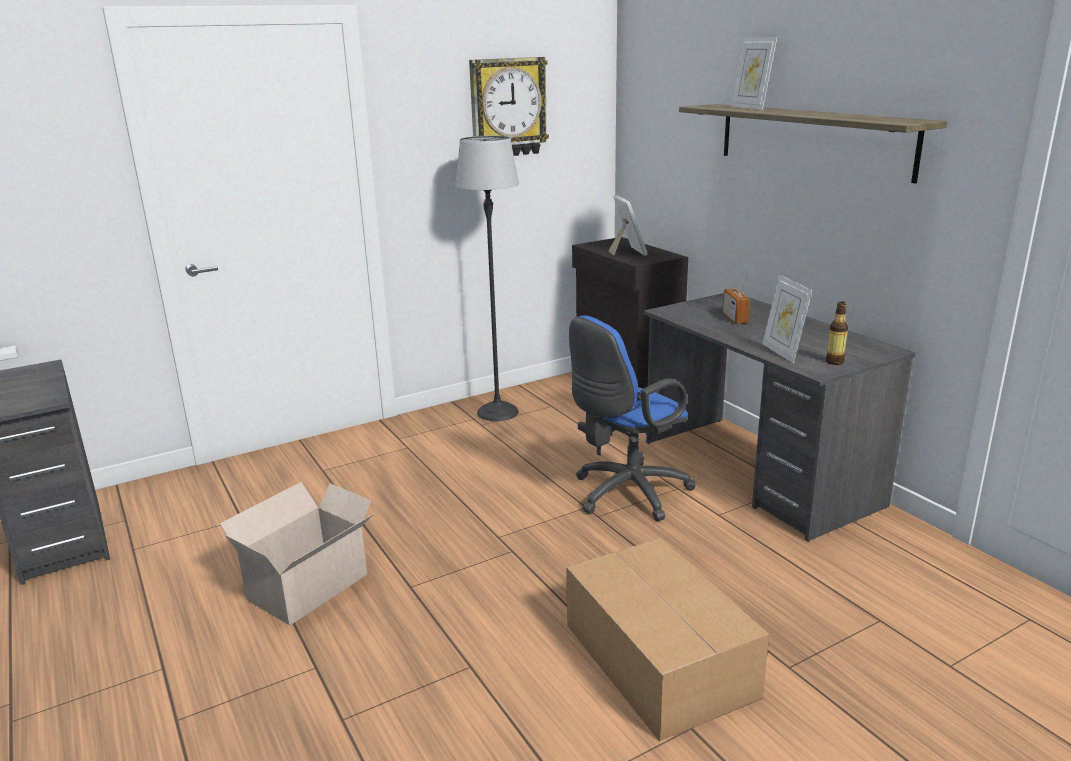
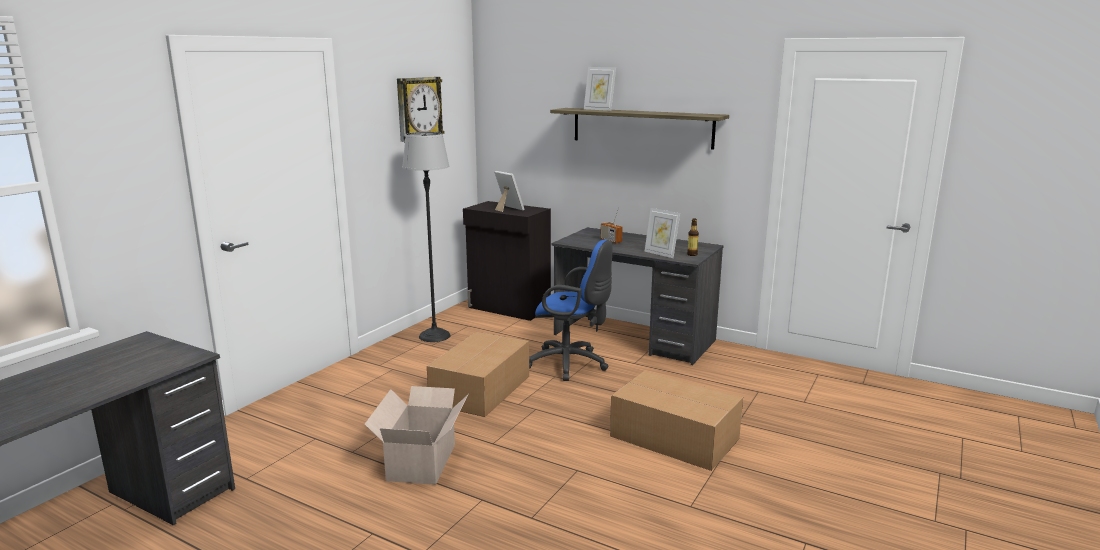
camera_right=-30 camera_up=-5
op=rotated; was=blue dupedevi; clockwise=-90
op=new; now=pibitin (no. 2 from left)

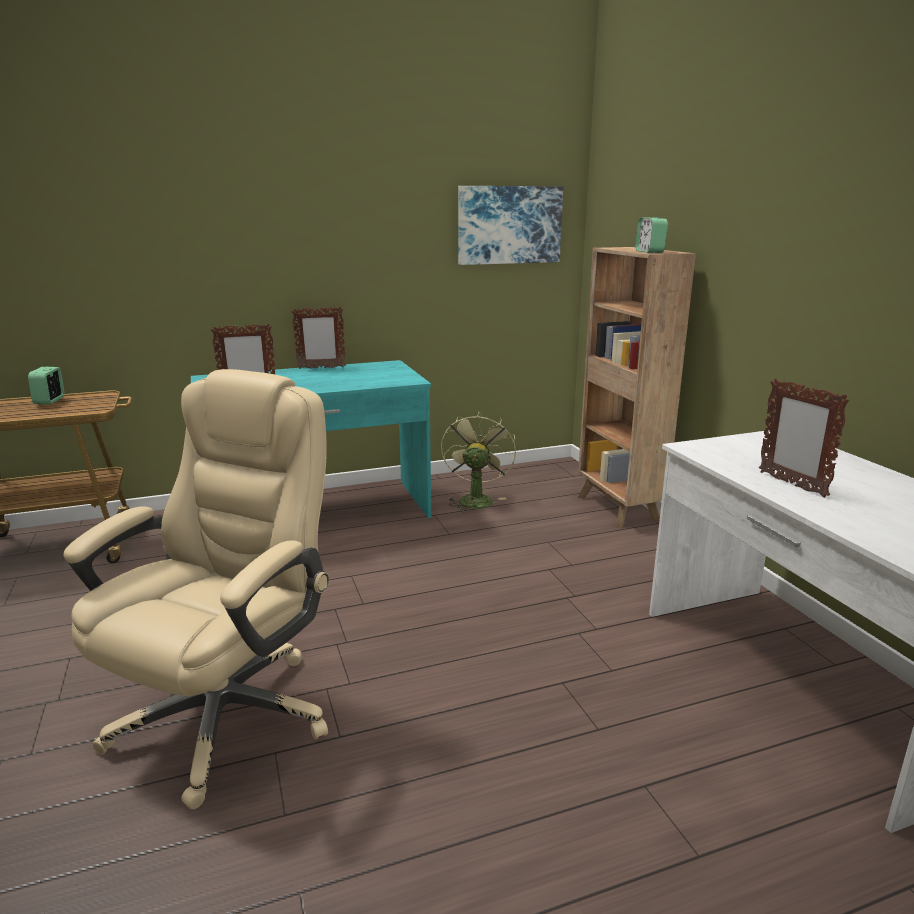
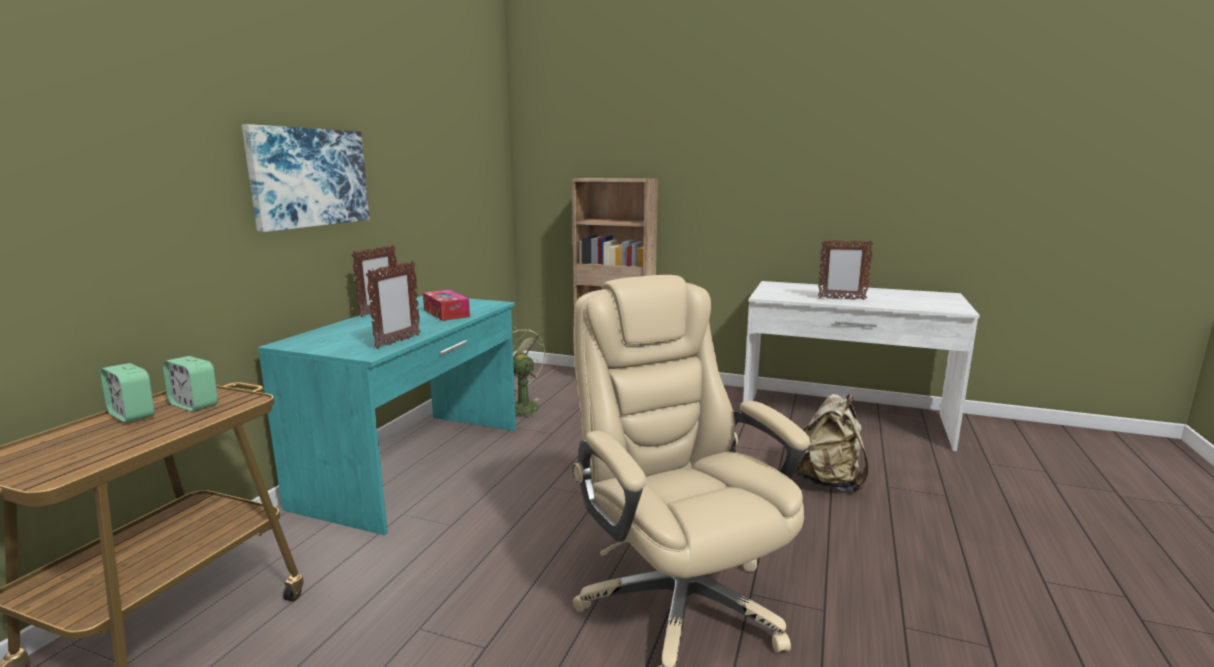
camera_right=-50 camera_up=-5
op=shifted; was=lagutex
op=shifted; was=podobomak (no. 2 from left)
op=new; now=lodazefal
op=new; now=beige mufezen

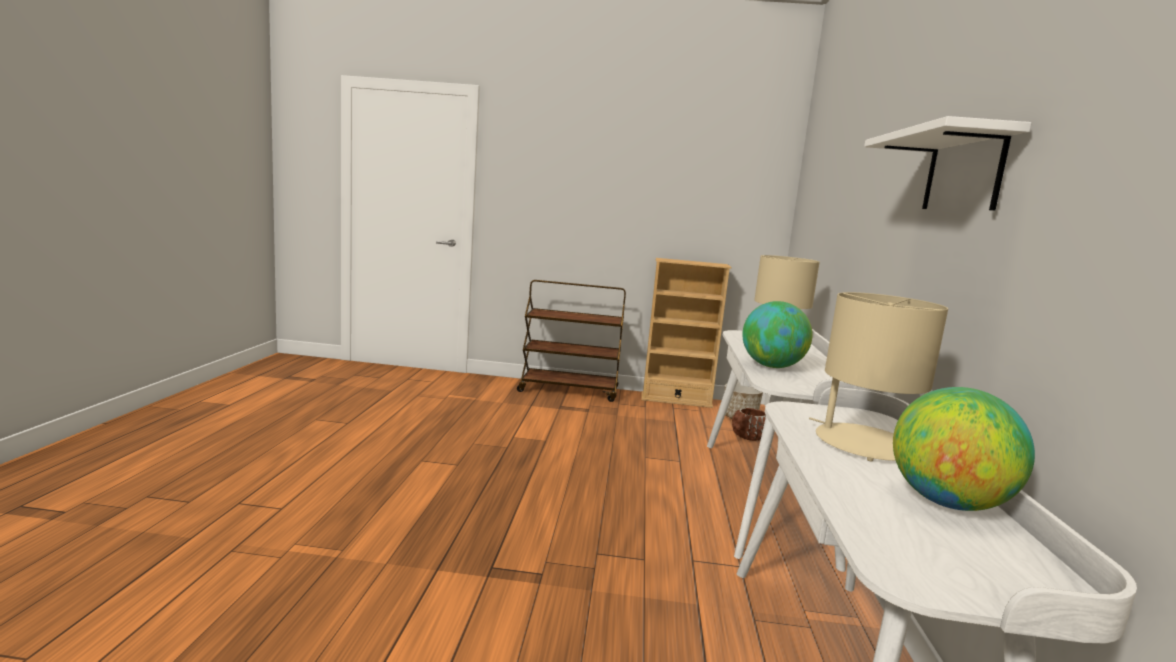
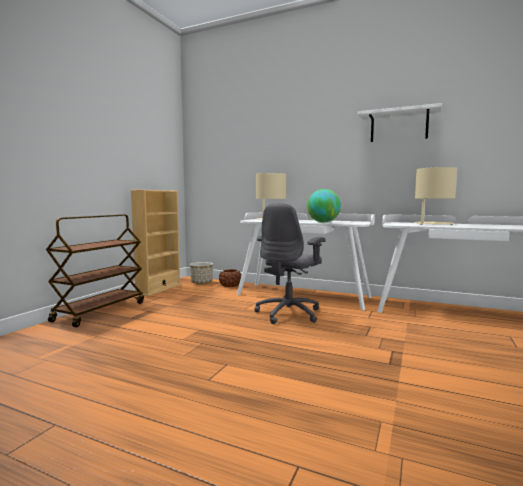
camera_right=-70 camera_up=-5
op=gone; was=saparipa (no. 2 from left)
op=new; now=grey dupedevi

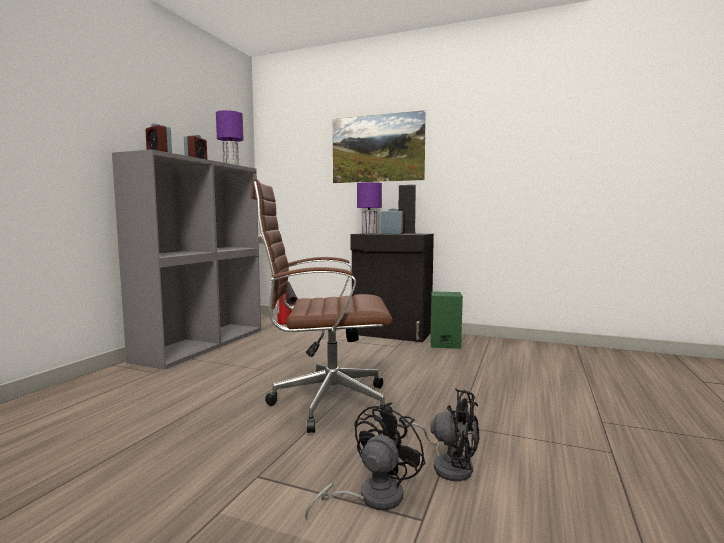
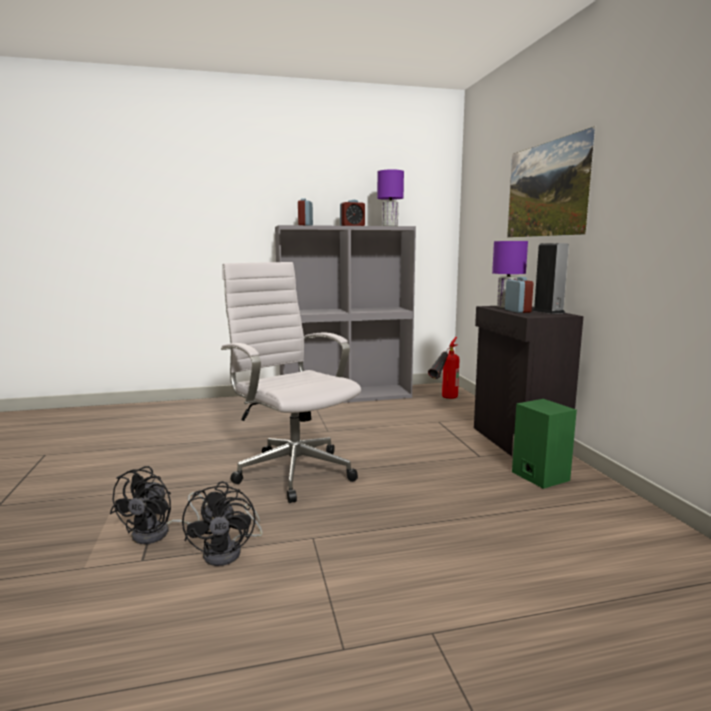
camera_right=55 camera_up=5
op=repainted; was=brown dupedevi; now=white dupedevi
op=rotated; was=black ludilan (no. 1 from left); clockwise=105

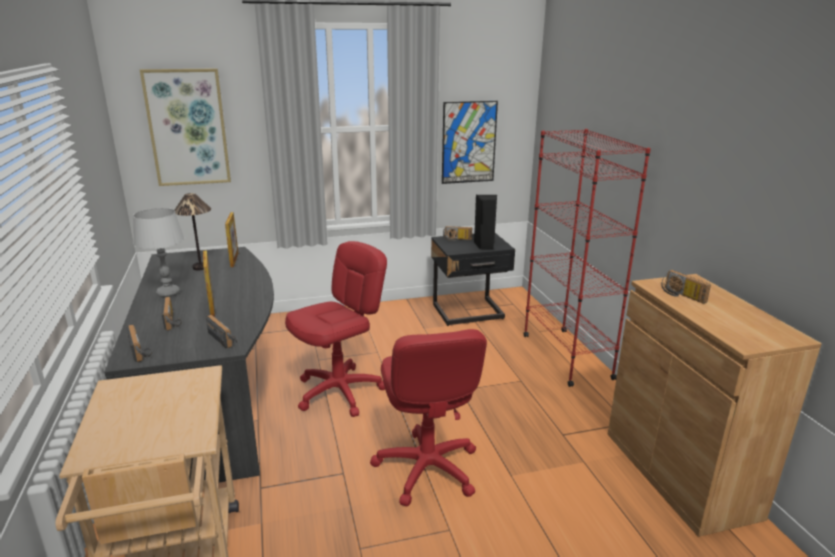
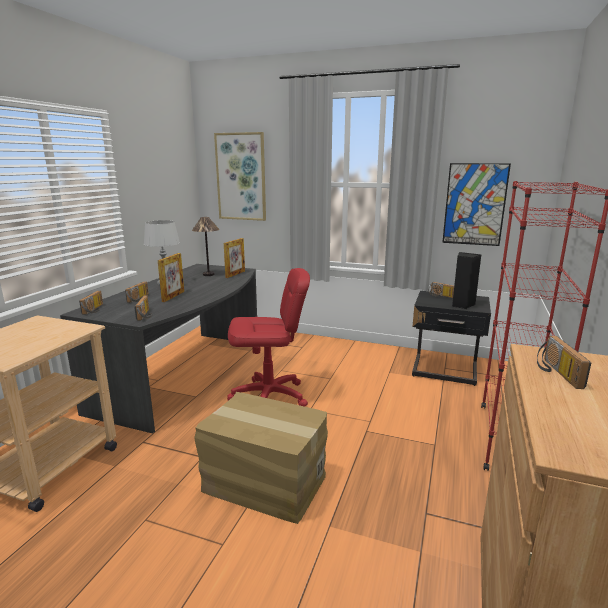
camera_right=35 camera_up=-5
op=swapped; was=red dupedevi (no. 2 from left); now=pibitin

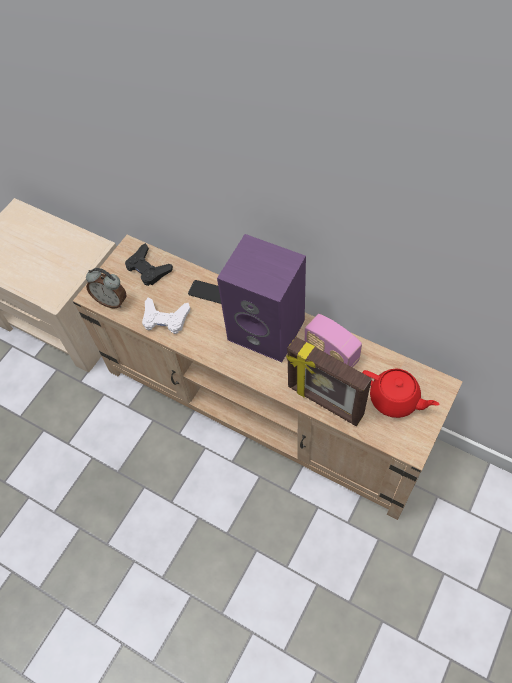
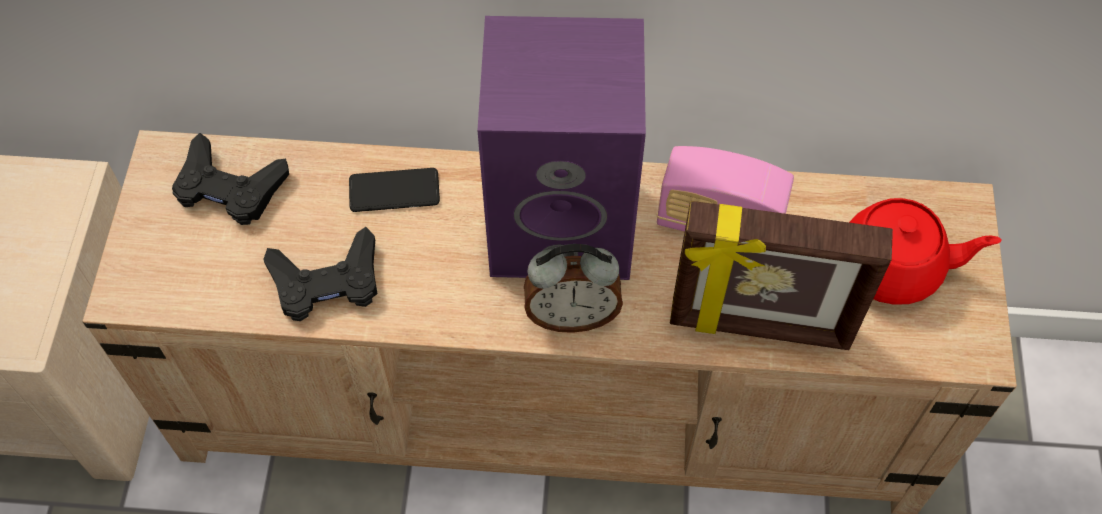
camera_right=-30 camera_up=0
op=shifted; was=podobomak
op=repainted; was=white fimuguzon; now=black fimuguzon (no. 2 from left)

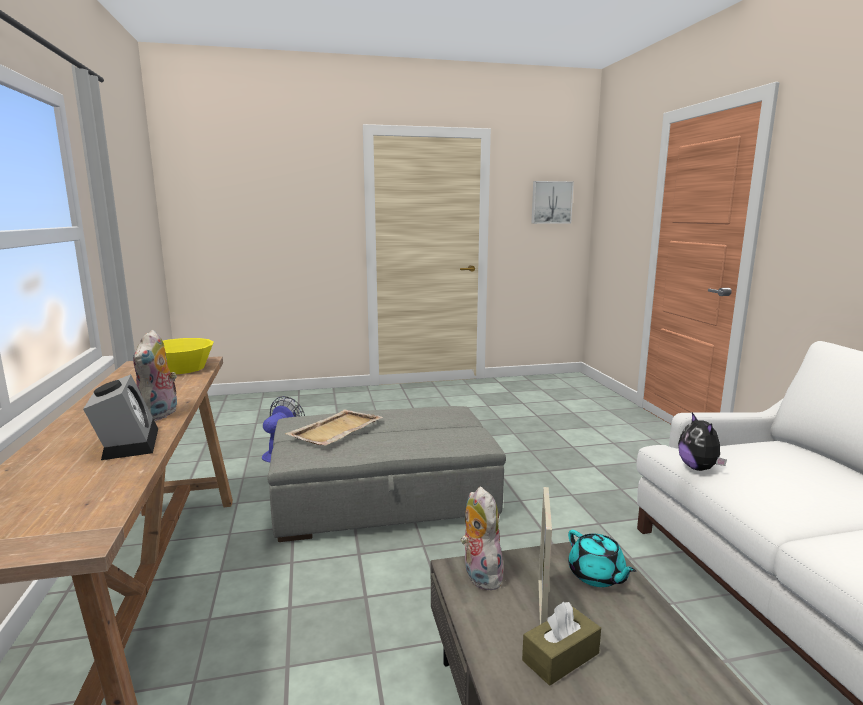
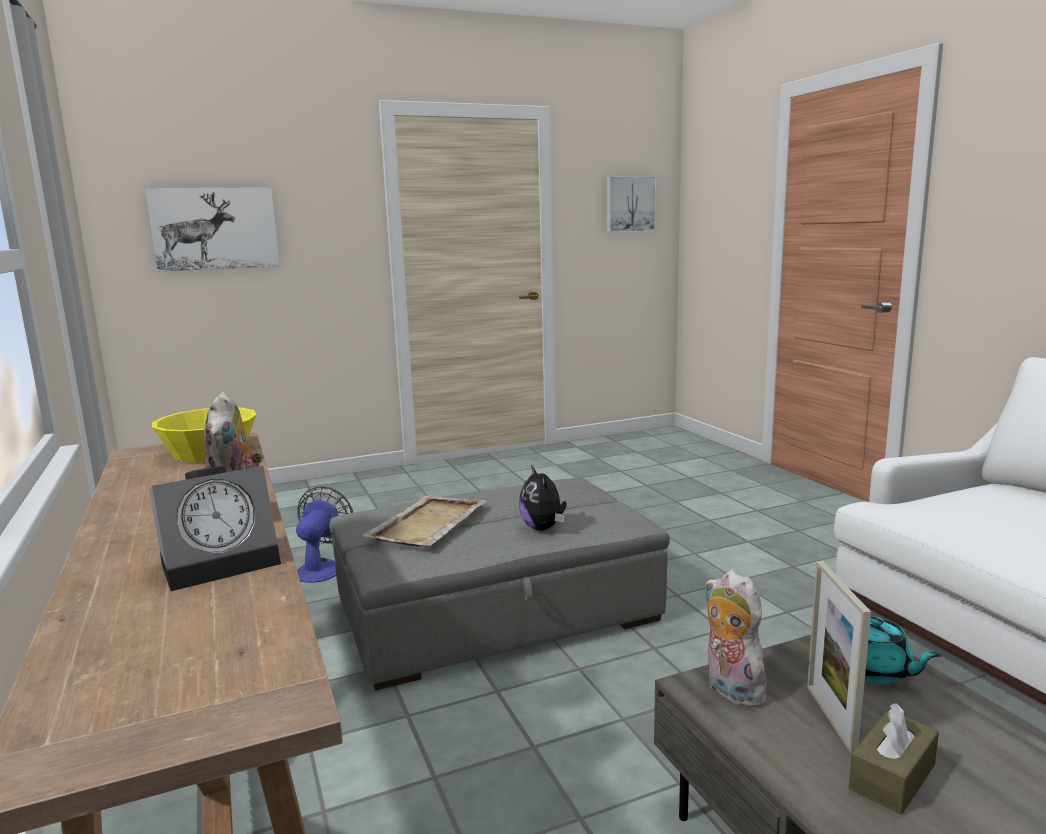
camera_right=-10 camera_up=0
op=rotated; was=podobomak; clockwise=90
op=shifted; was=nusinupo (no. 3 from left in the first image); now=nusinupo (no. 2 from left)
op=new; now=lagutex (no. 1 from left)

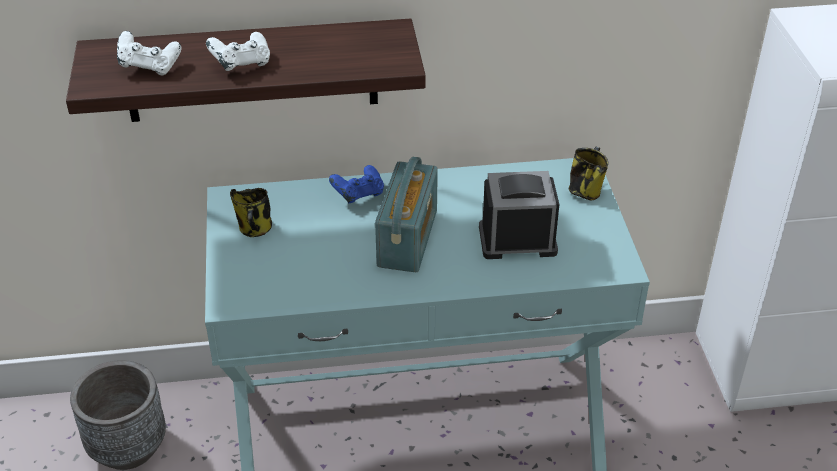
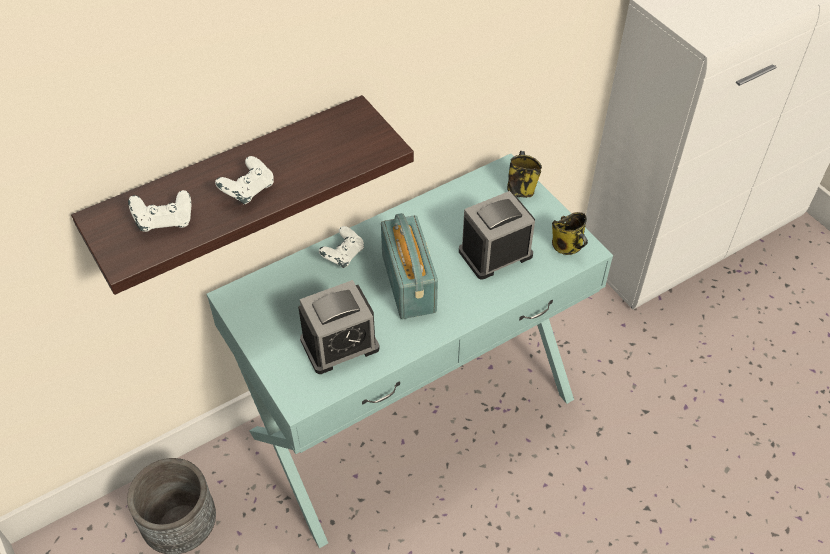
camera_right=-25 camera_up=10
op=shifted; was=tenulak (no. 1 from left in the first image); now=tenulak (no. 2 from left)
op=repainted; was=blue fimuguzon; now=white fimuguzon (no. 3 from left)
op=new; now=podobomak (no. 1 from left)

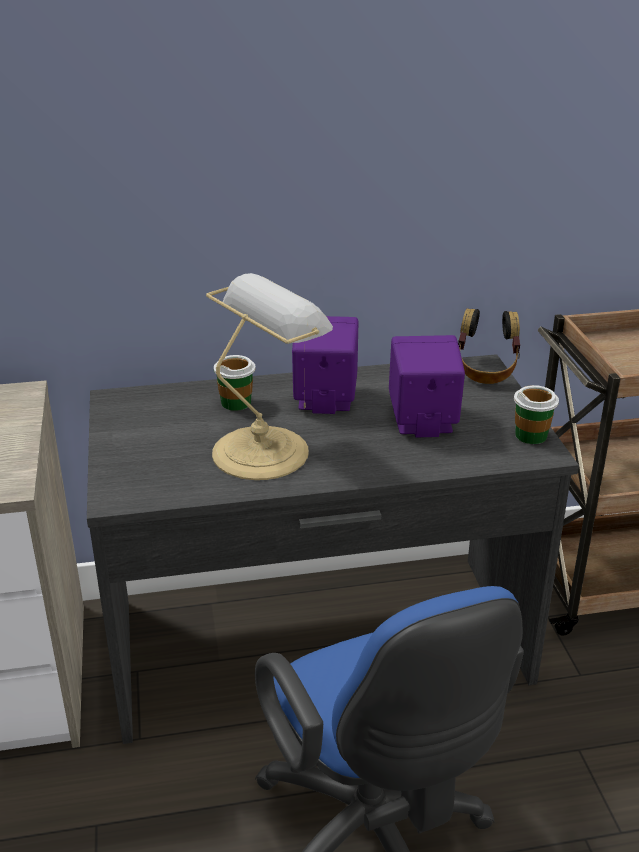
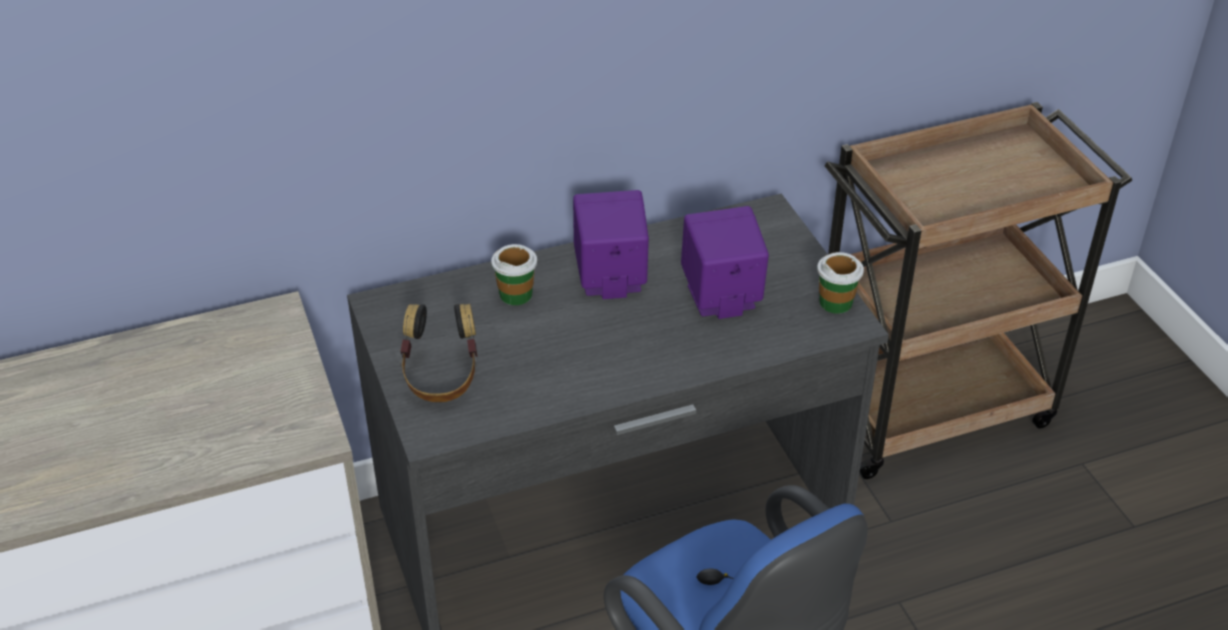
camera_right=-10 camera_up=10
op=gone; was=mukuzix
op=shifted; was=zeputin

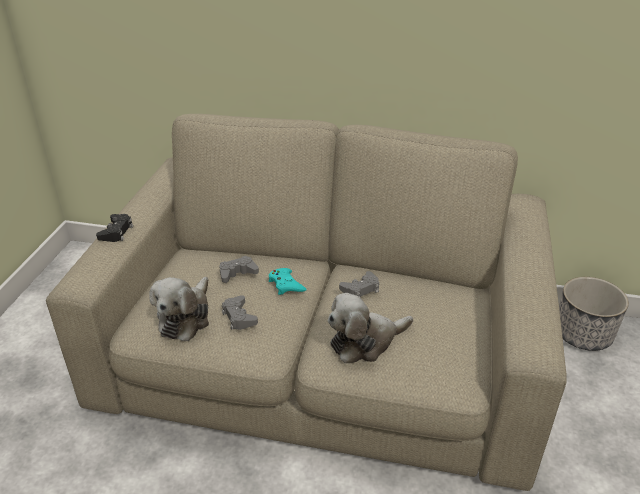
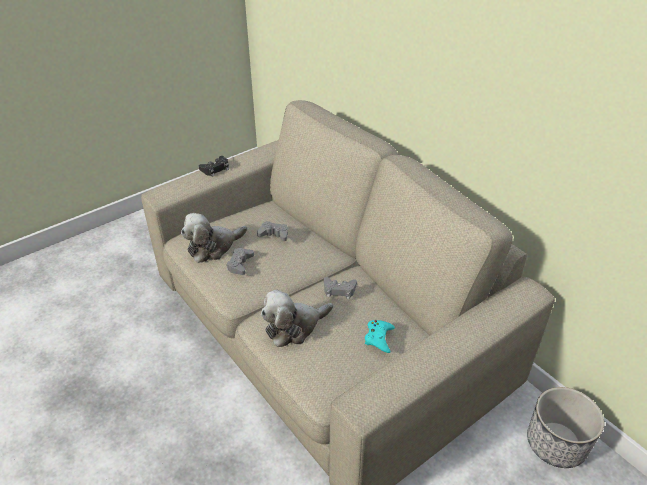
camera_right=40 camera_up=5
op=shifted; was=turquoise fimuguzon
op=rotated; was=nusinupo (no. 2 from left); clockwise=-45

